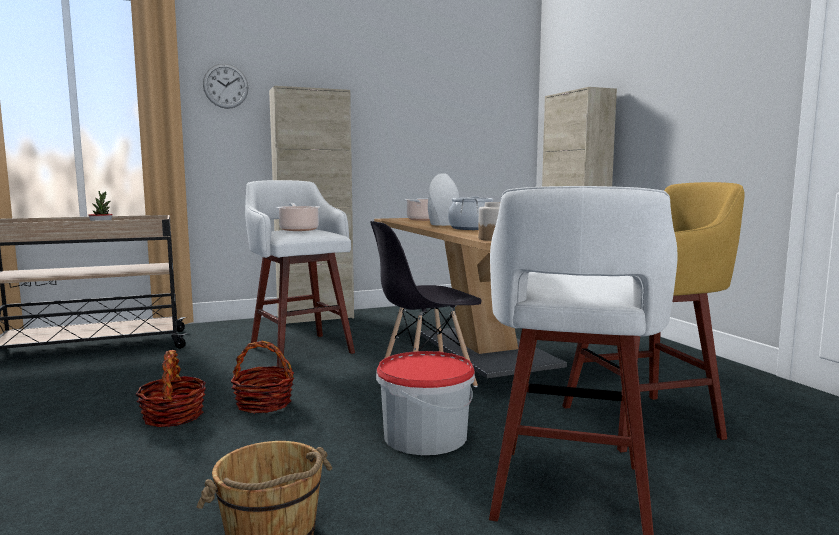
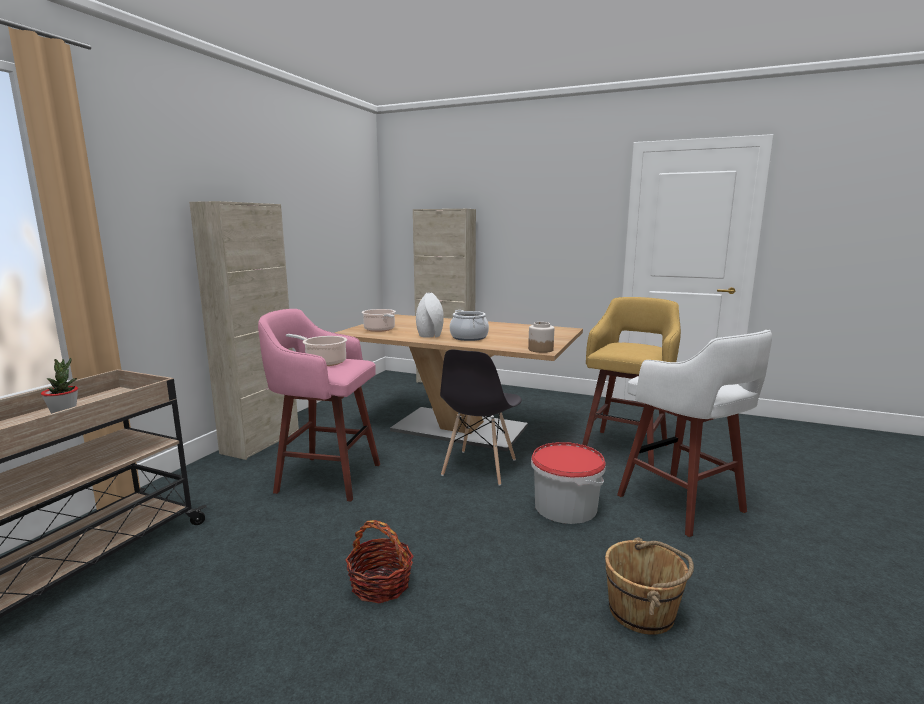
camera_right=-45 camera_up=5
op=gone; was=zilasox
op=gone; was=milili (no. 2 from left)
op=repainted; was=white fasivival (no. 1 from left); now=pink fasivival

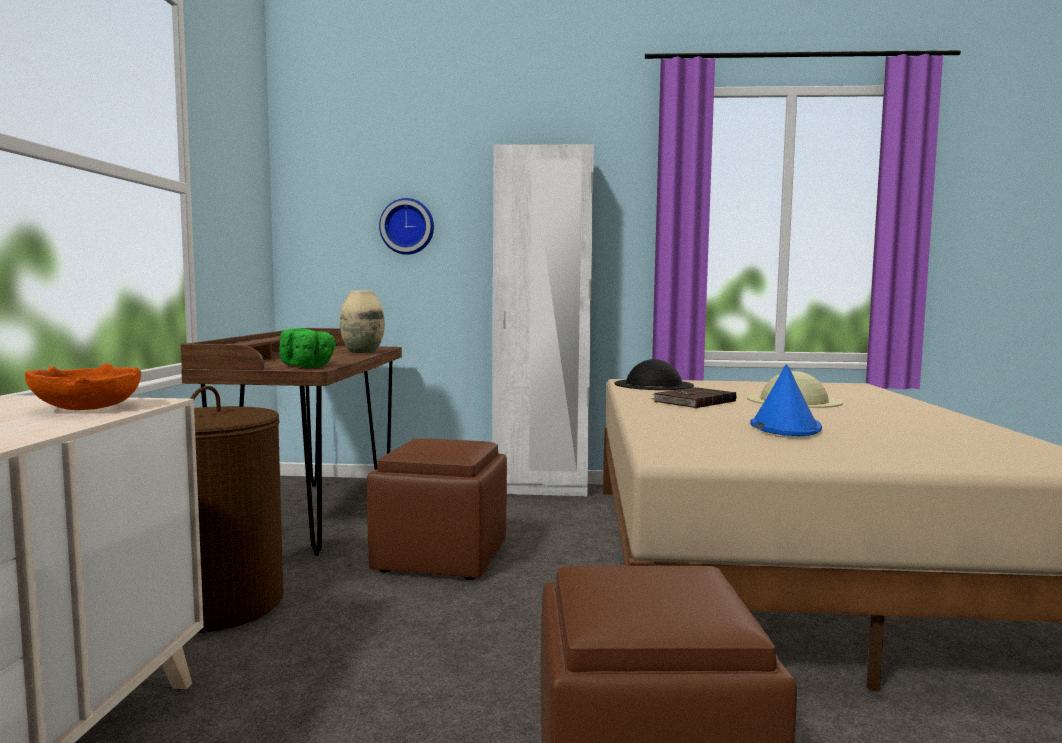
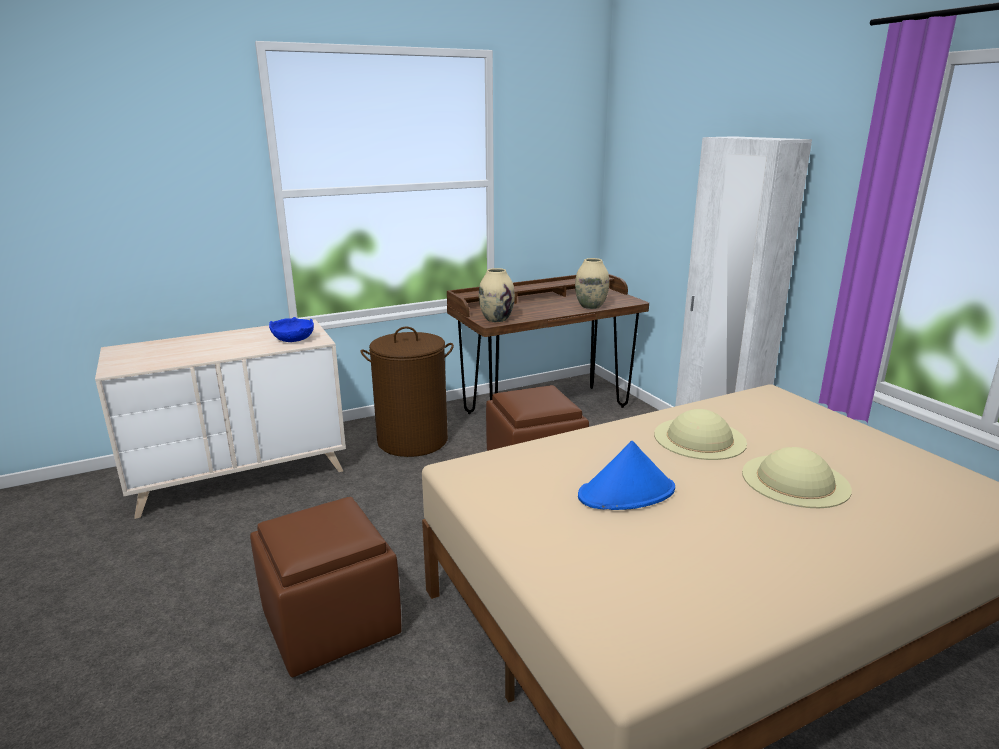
camera_right=60 camera_up=15
op=repainted; was=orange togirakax; now=blue togirakax
op=swapped; was=green togirakax; now=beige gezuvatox (no. 1 from left)
op=gone; was=zilasox
op=gone; was=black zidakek
op=swapped; was=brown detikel; now=beige zidakek (no. 1 from left)

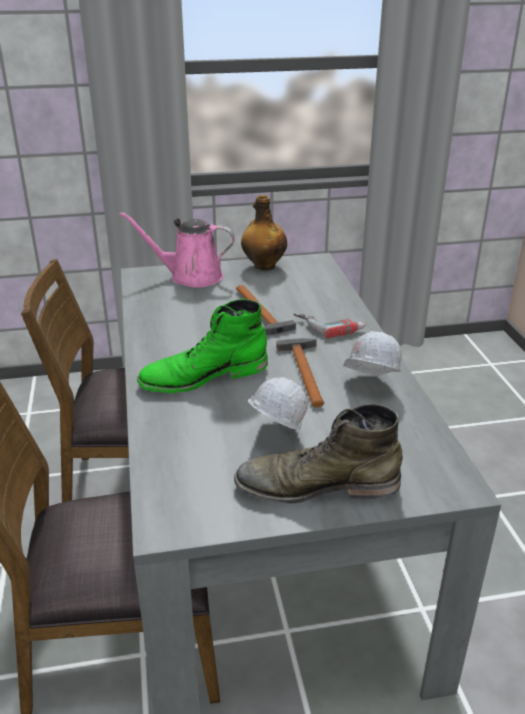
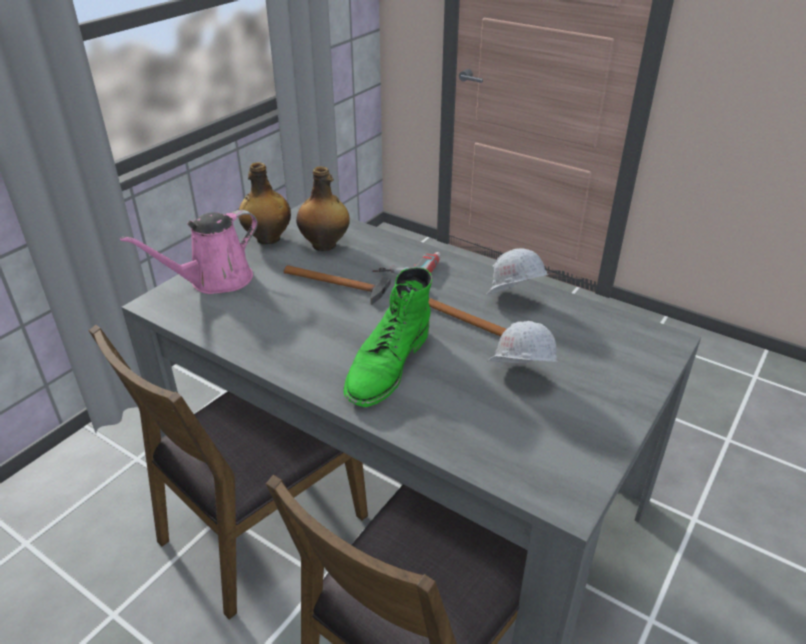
camera_right=-45 camera_up=5
op=gone; was=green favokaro (no. 2 from left)
op=new; now=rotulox (no. 2 from left)

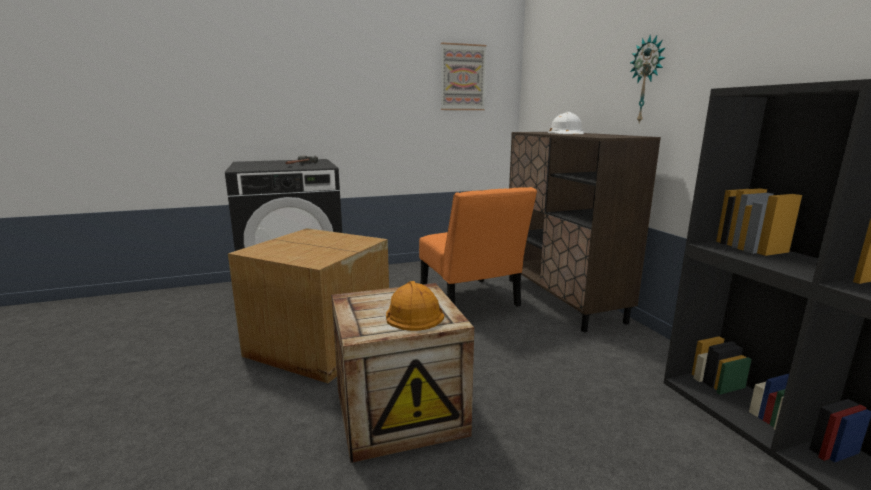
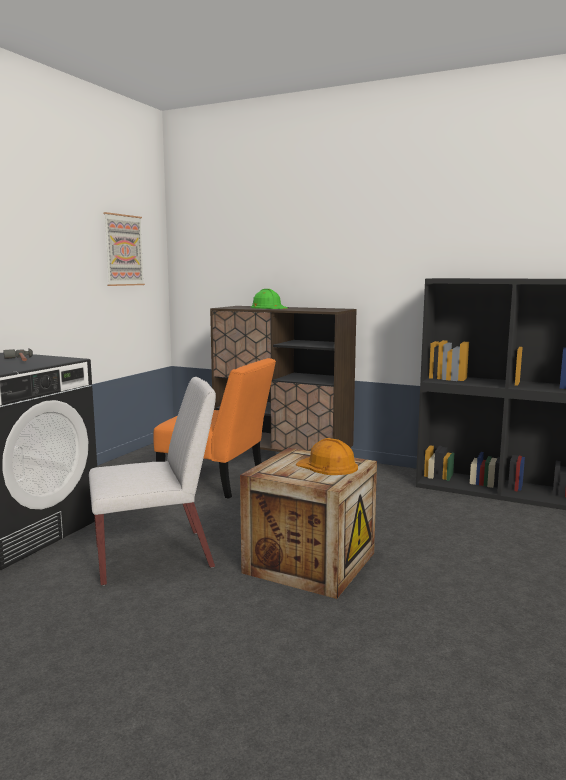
camera_right=-45 camera_up=-5
op=swapped; was=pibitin; now=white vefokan
op=repainted; was=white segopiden; now=green segopiden
op=gone; was=zilasox

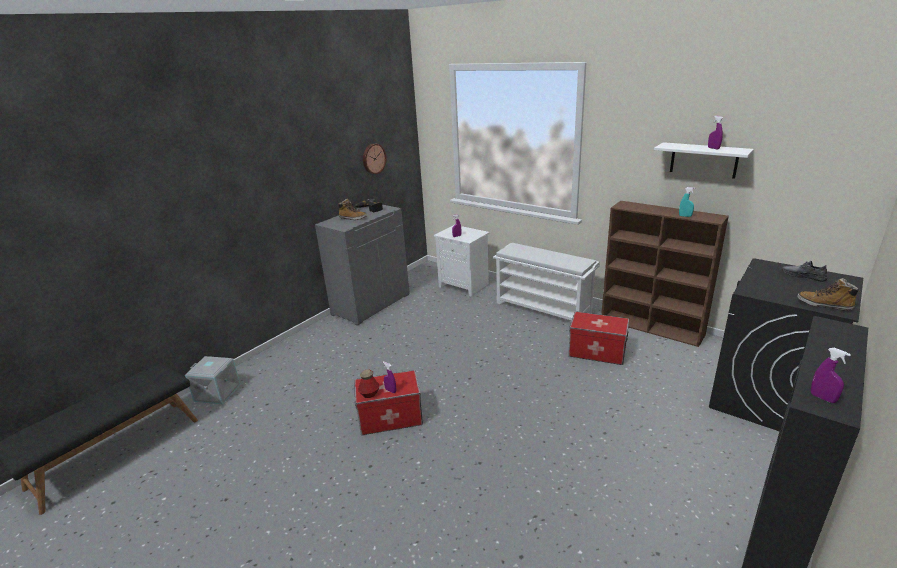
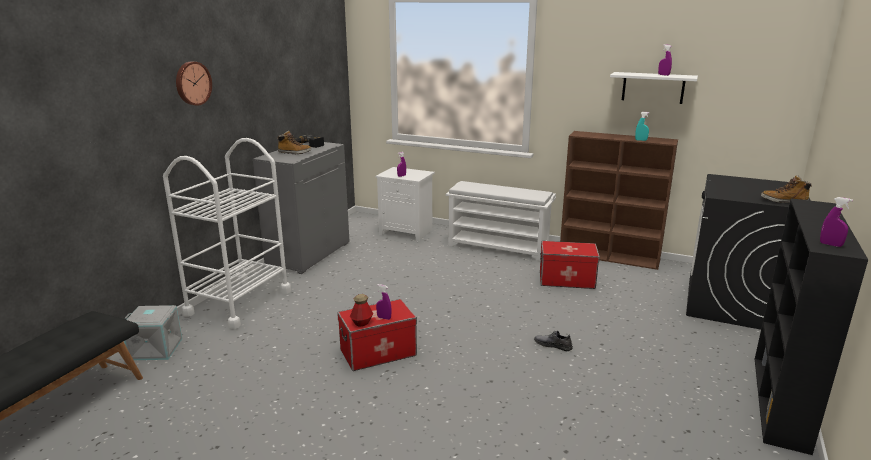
camera_right=-15 camera_up=-5
op=shifted; was=zilasox
op=shifted; was=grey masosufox
op=new; now=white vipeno

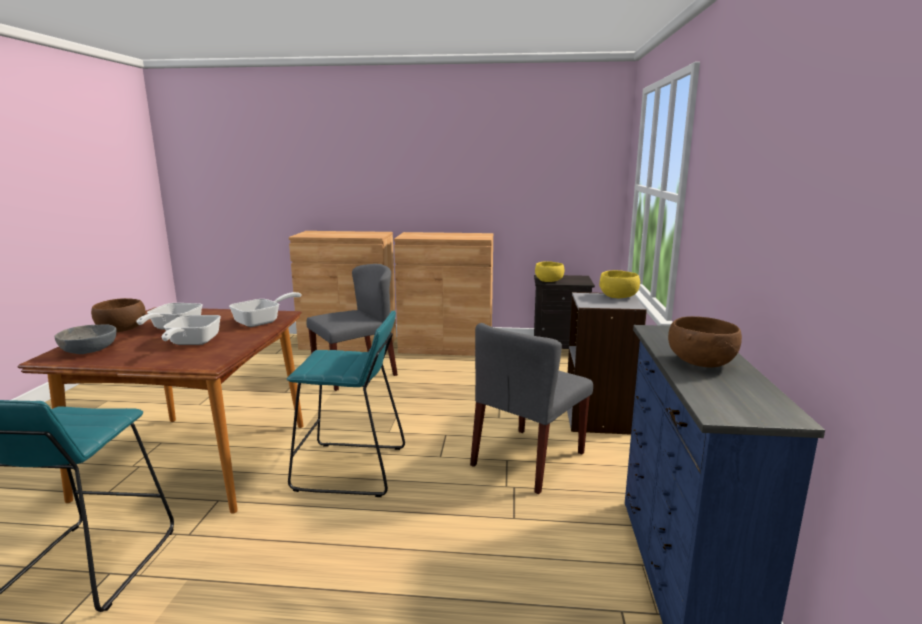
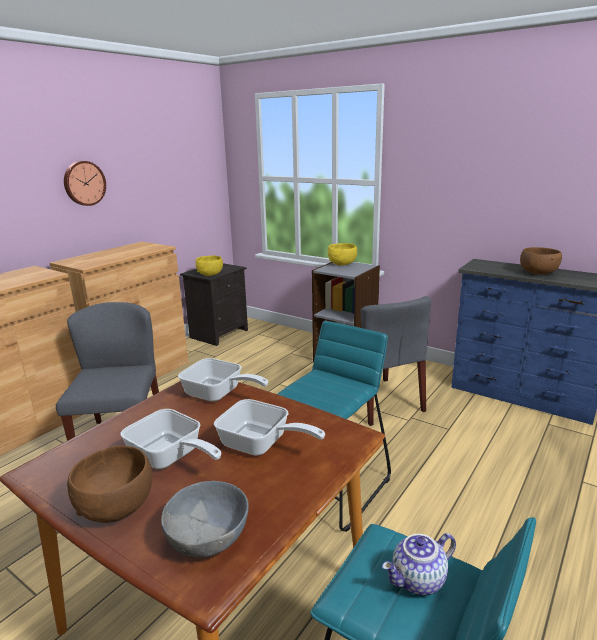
camera_right=-60 camera_up=5
op=rotated; was=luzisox (no. 3 from left in the first image); clockwise=135
op=new; now=zilasox
op=new; now=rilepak

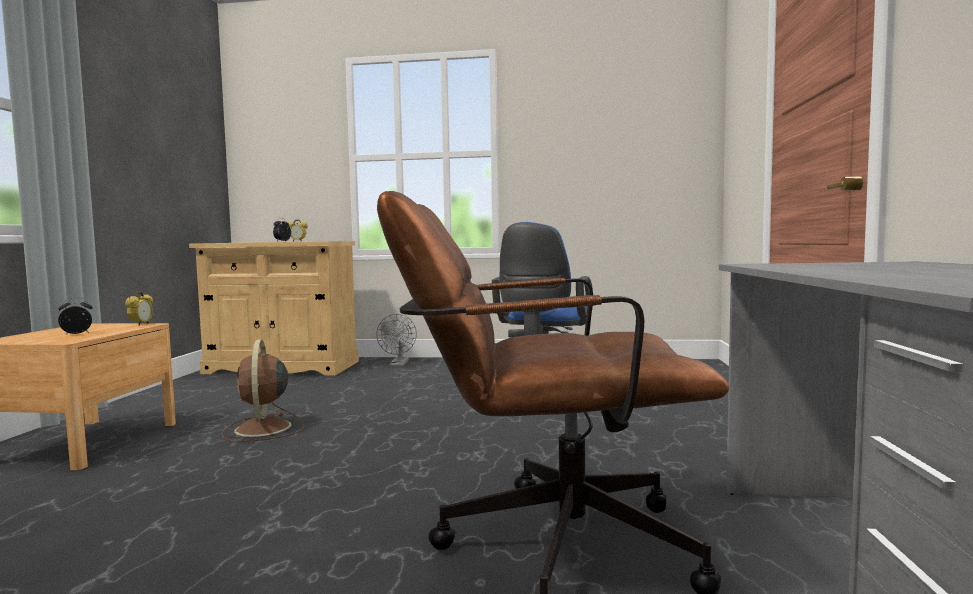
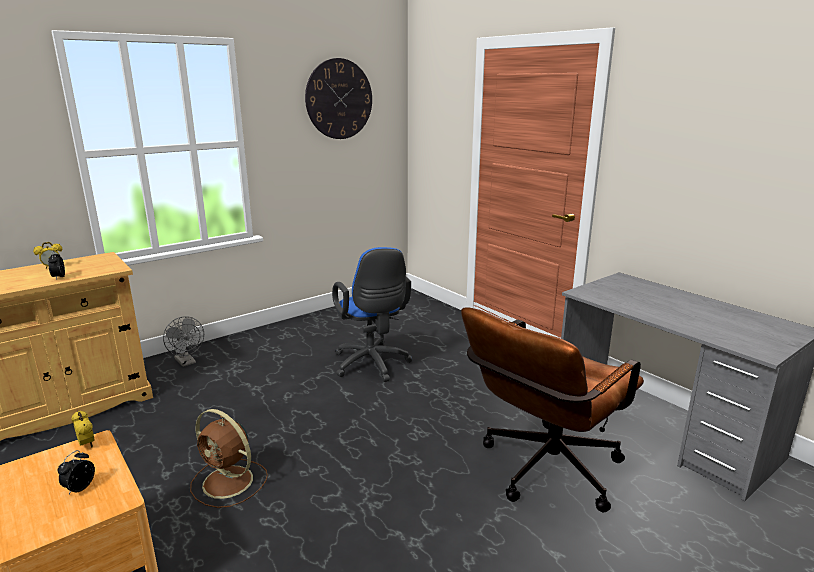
camera_right=-45 camera_up=15
op=new; now=zilasox

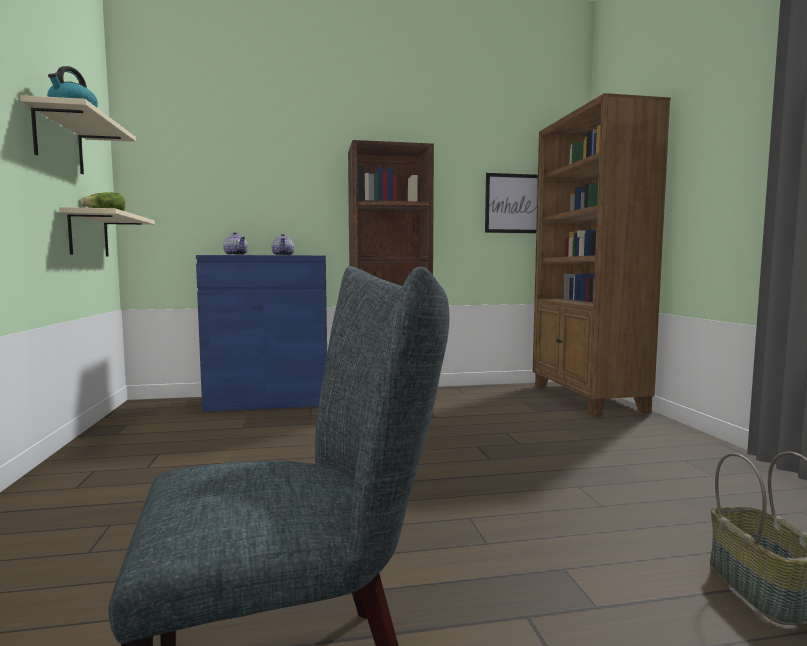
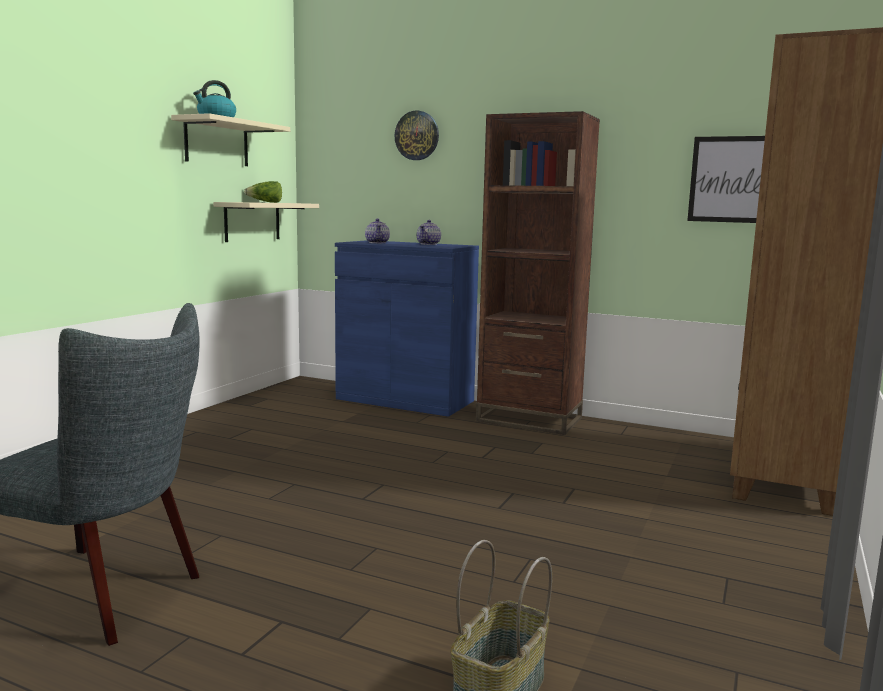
camera_right=35 camera_up=5
op=new; now=zilasox

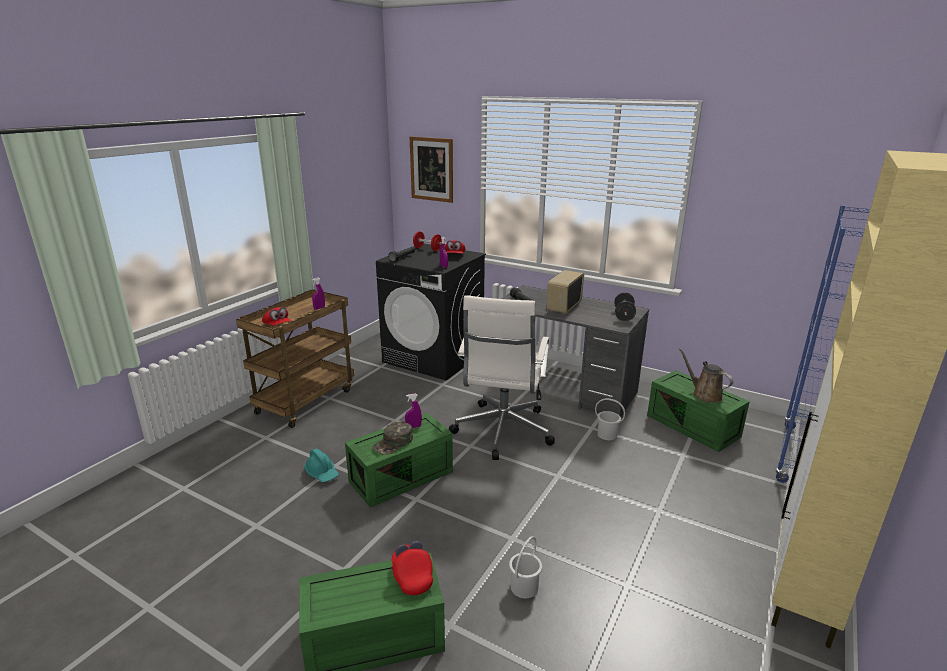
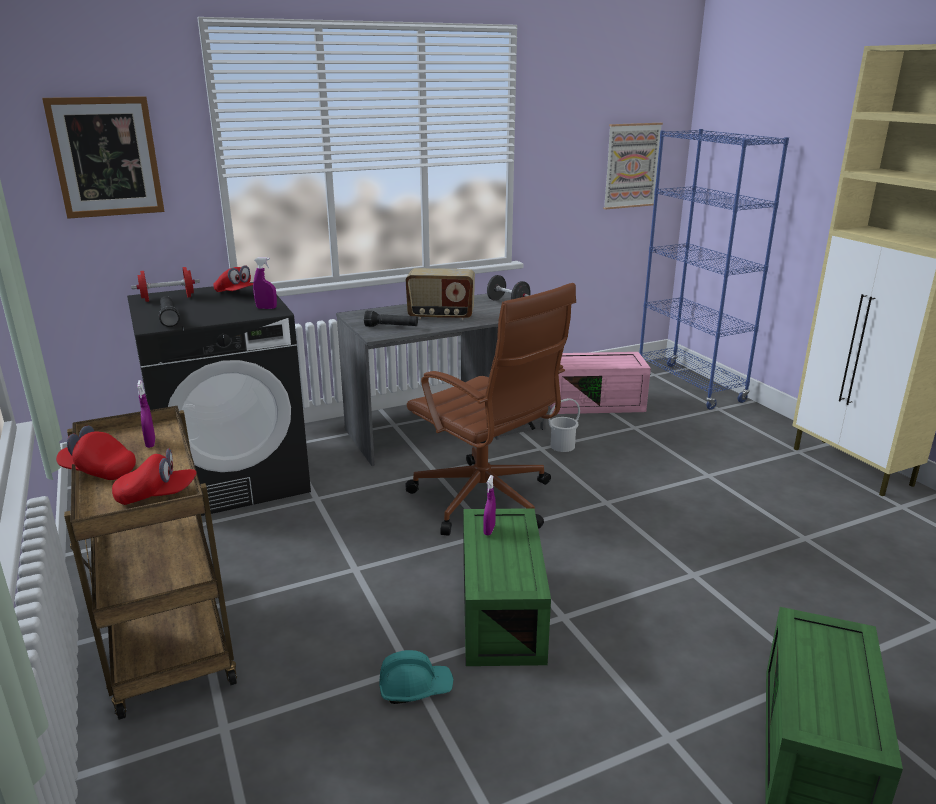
camera_right=-55 camera_up=0
op=gone; was=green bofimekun
op=shifted; was=red bofimekun (no. 2 from left in the first image); now=red bofimekun (no. 1 from left)
op=repainted; was=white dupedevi; now=brown dupedevi
op=gone; was=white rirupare (no. 1 from left)
op=rotated; was=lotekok; clockwise=-60
op=repainted; was=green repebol (no. 3 from left); now=pink repebol
op=gone; was=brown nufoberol
op=new; now=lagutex (no. 2 from left)

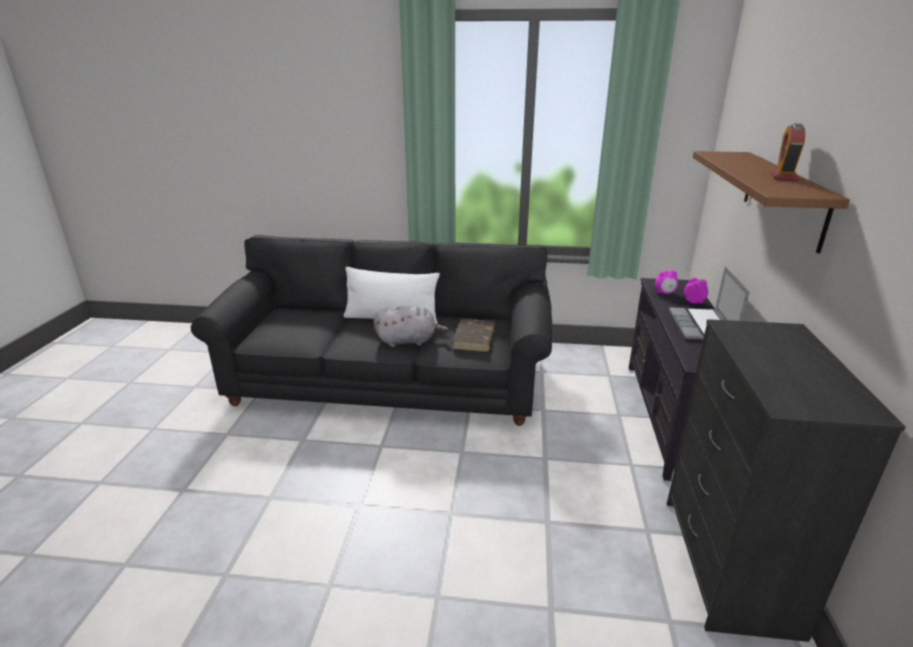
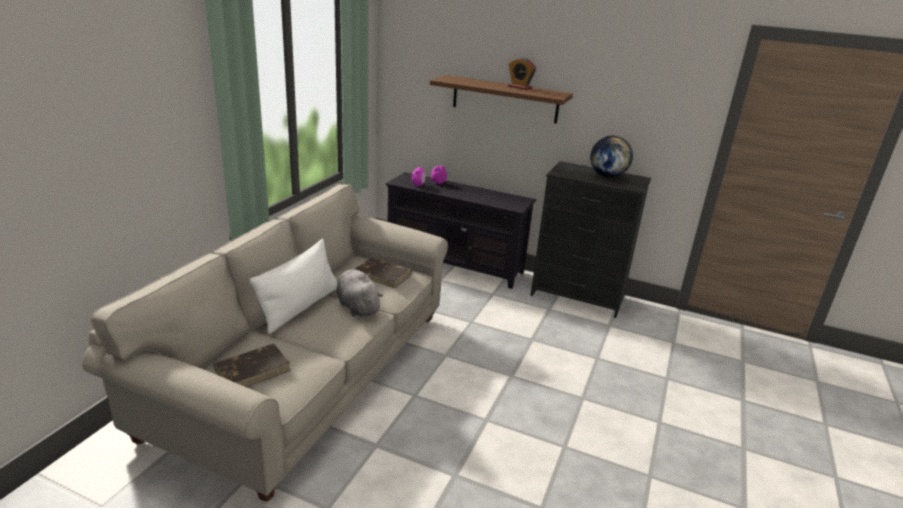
camera_right=-75 camera_up=0
op=repainted; was=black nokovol; now=beige nokovol
op=rotated; was=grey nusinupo; clockwise=-45
op=gone; was=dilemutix
op=new; now=brown detikel (no. 1 from left)
op=new; now=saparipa

